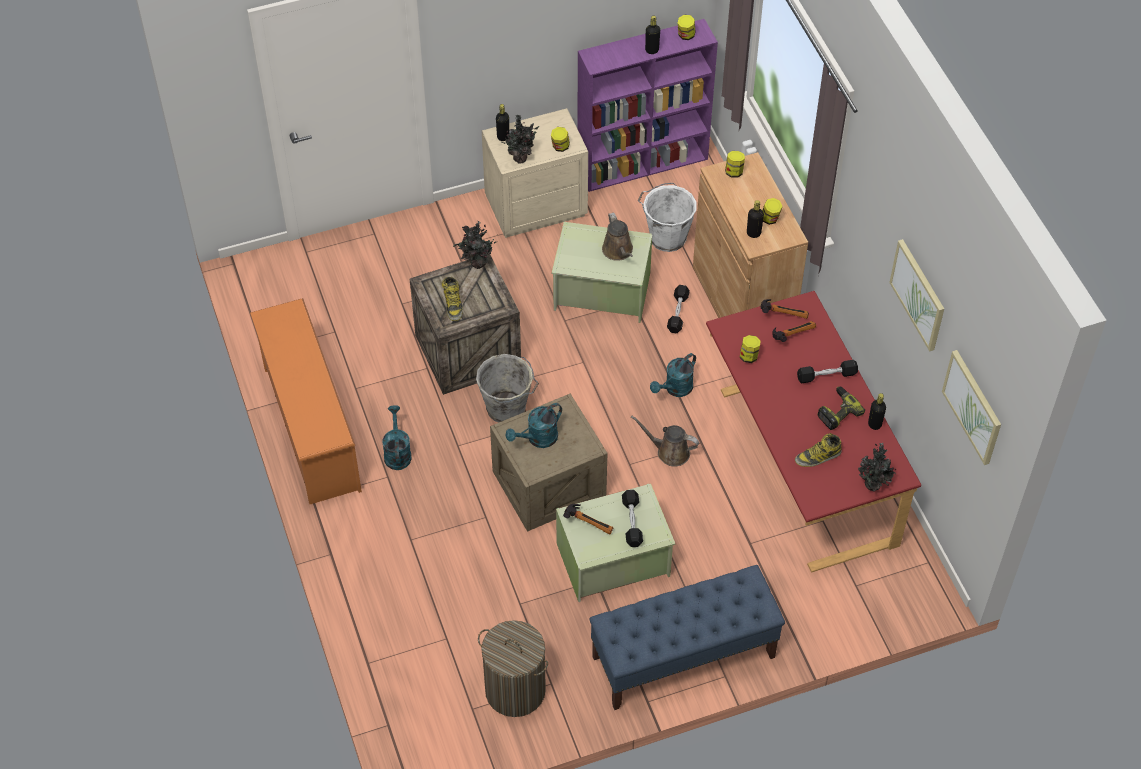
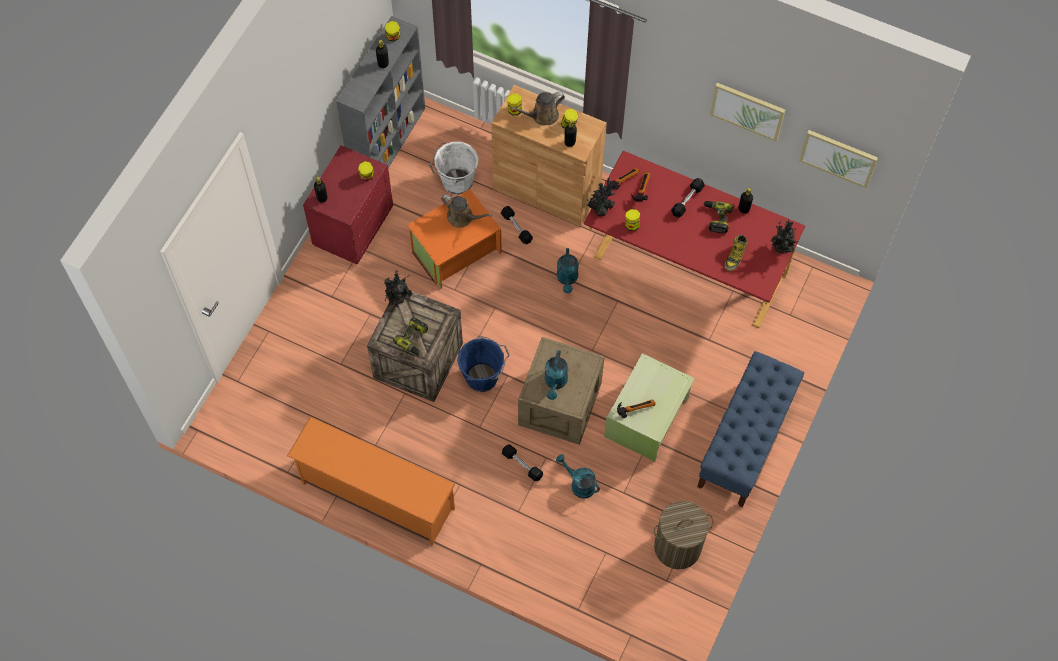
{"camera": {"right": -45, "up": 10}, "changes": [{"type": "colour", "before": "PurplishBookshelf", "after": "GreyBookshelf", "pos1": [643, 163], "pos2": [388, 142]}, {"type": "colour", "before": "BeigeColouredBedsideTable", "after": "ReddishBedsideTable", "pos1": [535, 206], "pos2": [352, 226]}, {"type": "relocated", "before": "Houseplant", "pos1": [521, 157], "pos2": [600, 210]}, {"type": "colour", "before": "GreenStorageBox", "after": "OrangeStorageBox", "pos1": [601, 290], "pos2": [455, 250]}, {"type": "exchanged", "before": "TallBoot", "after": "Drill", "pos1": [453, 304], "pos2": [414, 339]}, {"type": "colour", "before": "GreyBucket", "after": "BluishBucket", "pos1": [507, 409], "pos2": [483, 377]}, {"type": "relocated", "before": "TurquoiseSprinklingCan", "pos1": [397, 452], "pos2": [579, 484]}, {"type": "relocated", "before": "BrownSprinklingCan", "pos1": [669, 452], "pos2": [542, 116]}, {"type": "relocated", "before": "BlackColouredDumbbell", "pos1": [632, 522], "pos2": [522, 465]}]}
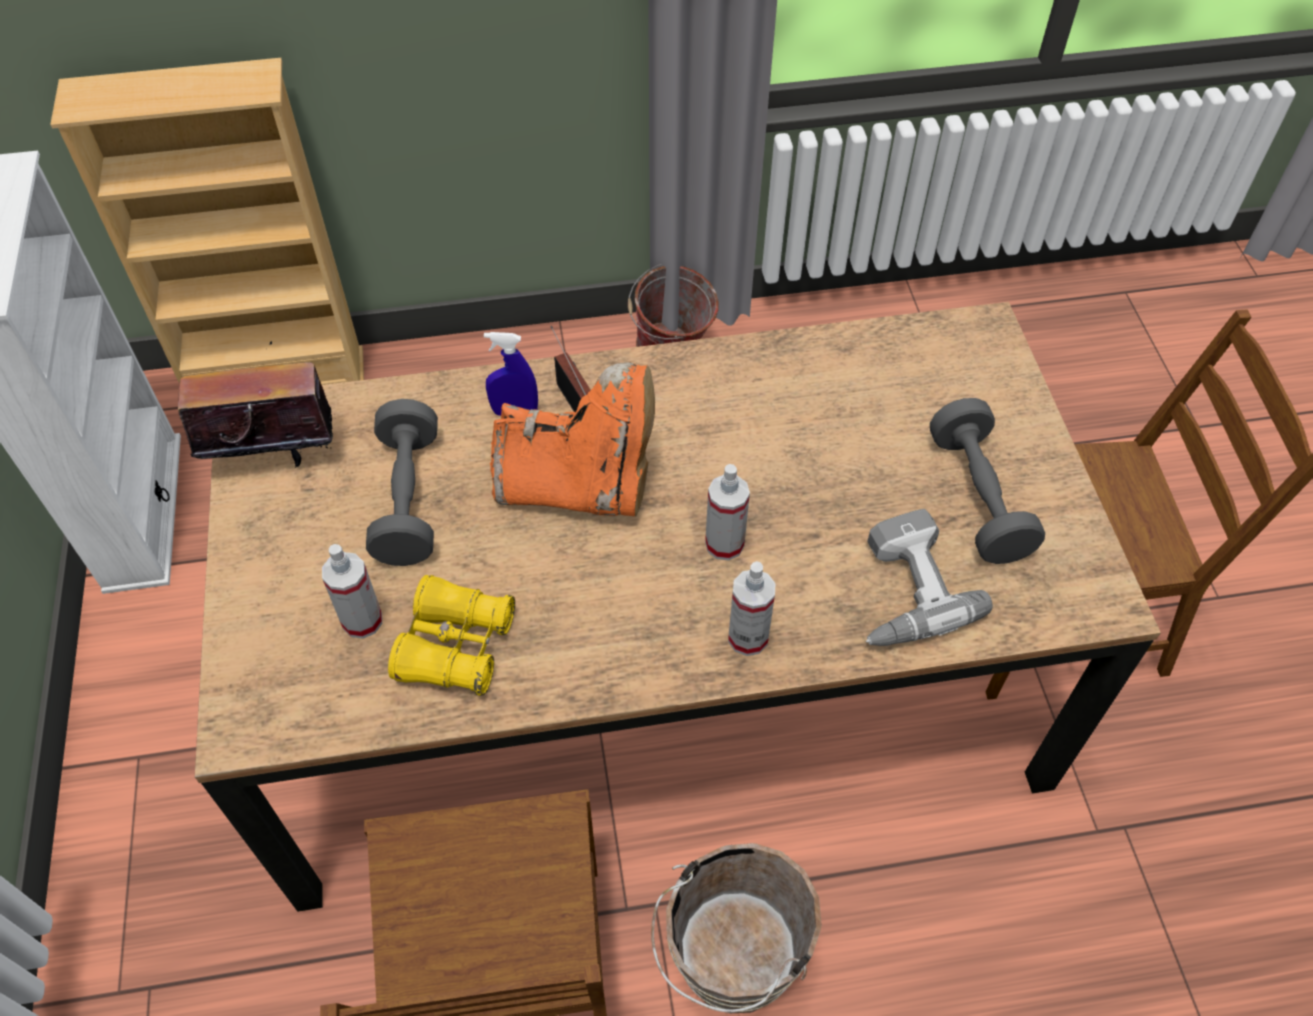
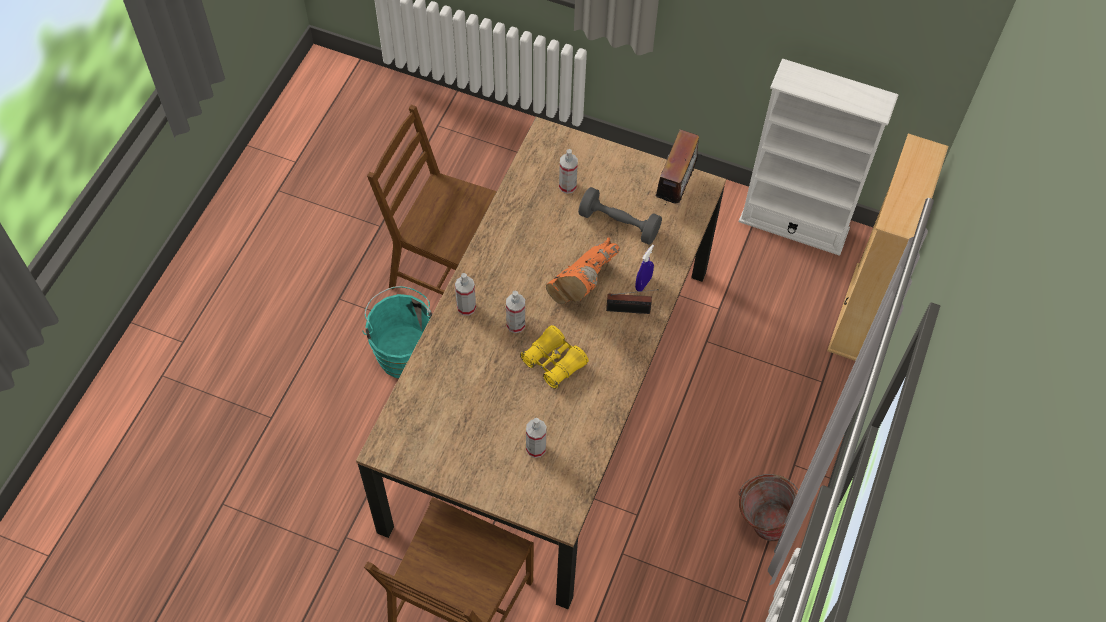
{"camera": {"right": 120, "up": 5}, "changes": [{"type": "missing", "before": "GreyDumbbell", "pos1": [978, 498]}, {"type": "missing", "before": "Drill", "pos1": [902, 590]}, {"type": "relocated", "before": "YellowColouredPairOfBinoculars", "pos1": [455, 647], "pos2": [554, 362]}, {"type": "colour", "before": "BrownBucket", "after": "TurquoiseBucket", "pos1": [728, 963], "pos2": [404, 351]}, {"type": "appeared", "after": "SprayBottle", "pos2": [536, 448]}]}
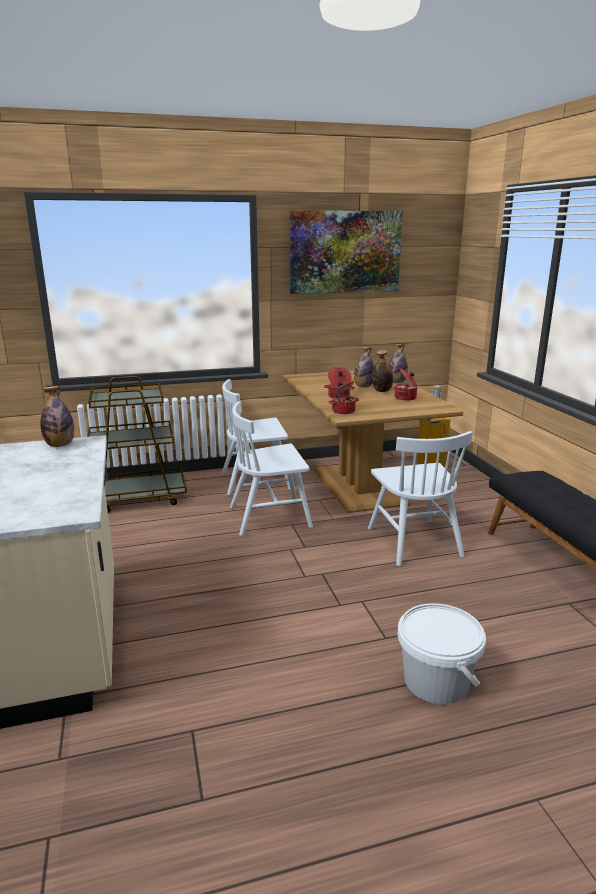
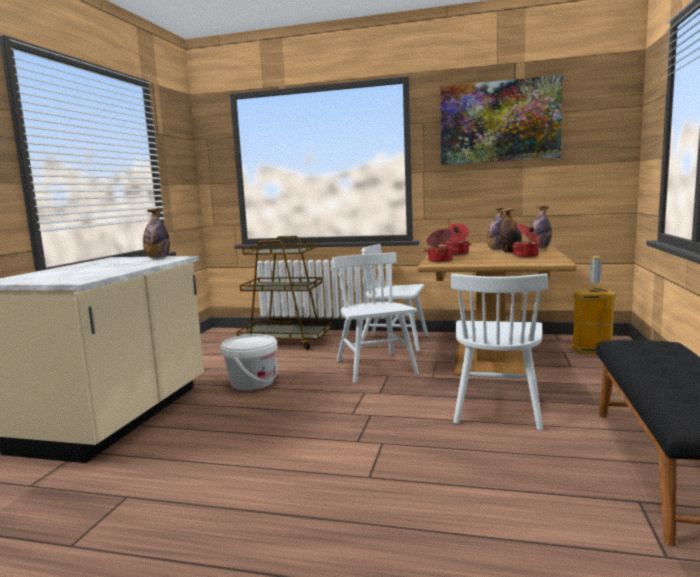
{"camera": {"right": 30, "up": -10}, "changes": [{"type": "spun", "before": "WhiteUprightChair", "pos1": [270, 516], "pos2": [375, 367], "turn": 60}, {"type": "relocated", "before": "WhiteBucket", "pos1": [436, 681], "pos2": [252, 383]}]}
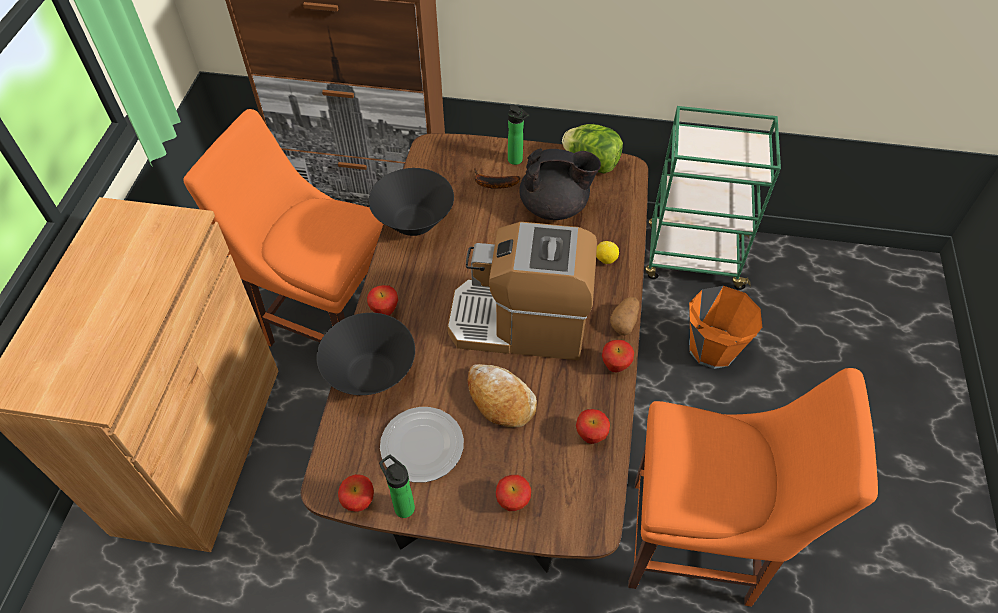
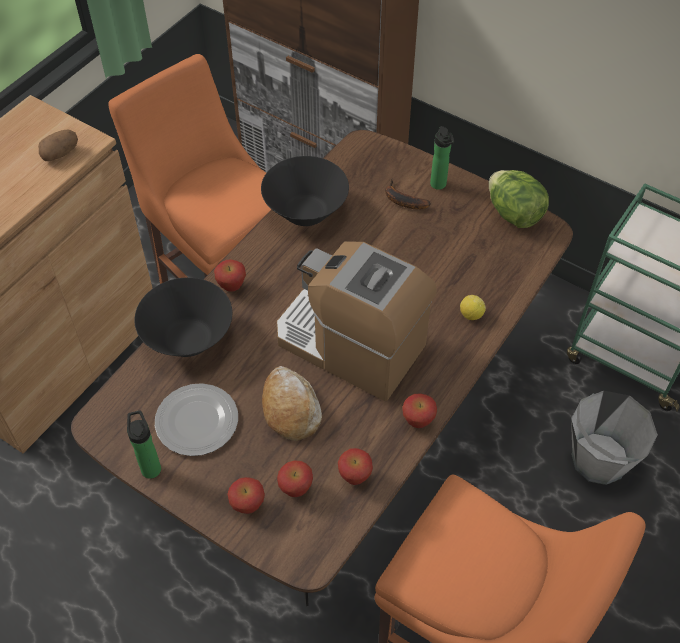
{"camera": {"right": 25, "up": 0}, "changes": [{"type": "missing", "before": "BlackColouredPotForTea", "pos1": [555, 206]}, {"type": "colour", "before": "OrangeBucket", "after": "GreyBucket", "pos1": [712, 348], "pos2": [598, 459]}, {"type": "relocated", "before": "Spud", "pos1": [624, 322], "pos2": [60, 153]}, {"type": "relocated", "before": "WholeApple", "pos1": [359, 503], "pos2": [296, 489]}]}
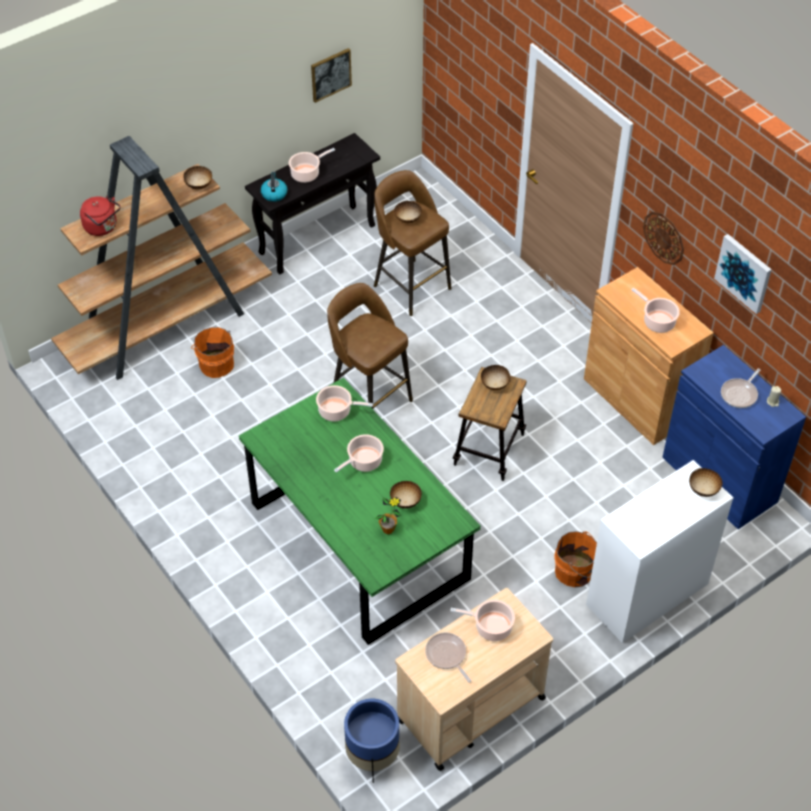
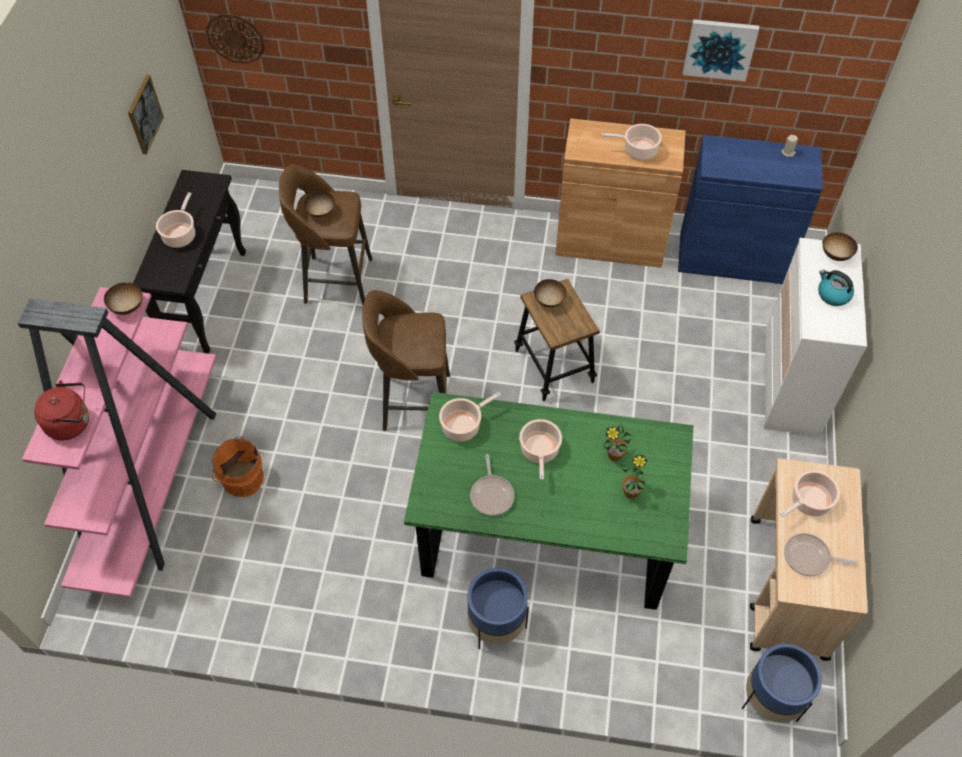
{"camera": {"right": -45, "up": 5}, "changes": [{"type": "colour", "before": "BrownBookshelf", "after": "PinkColouredBookshelf", "pos1": [167, 325], "pos2": [153, 480]}, {"type": "relocated", "before": "TeaKettle", "pos1": [274, 194], "pos2": [832, 295]}, {"type": "relocated", "before": "ClockOnTheWall", "pos1": [664, 237], "pos2": [235, 38]}, {"type": "relocated", "before": "Skillet", "pos1": [740, 394], "pos2": [492, 494]}, {"type": "exchanged", "before": "Bowl", "after": "Houseplant", "pos1": [406, 501], "pos2": [614, 455]}, {"type": "missing", "before": "OrangeBucket", "pos1": [575, 572]}, {"type": "appeared", "after": "BluishFlowerPot", "pos2": [496, 625]}]}
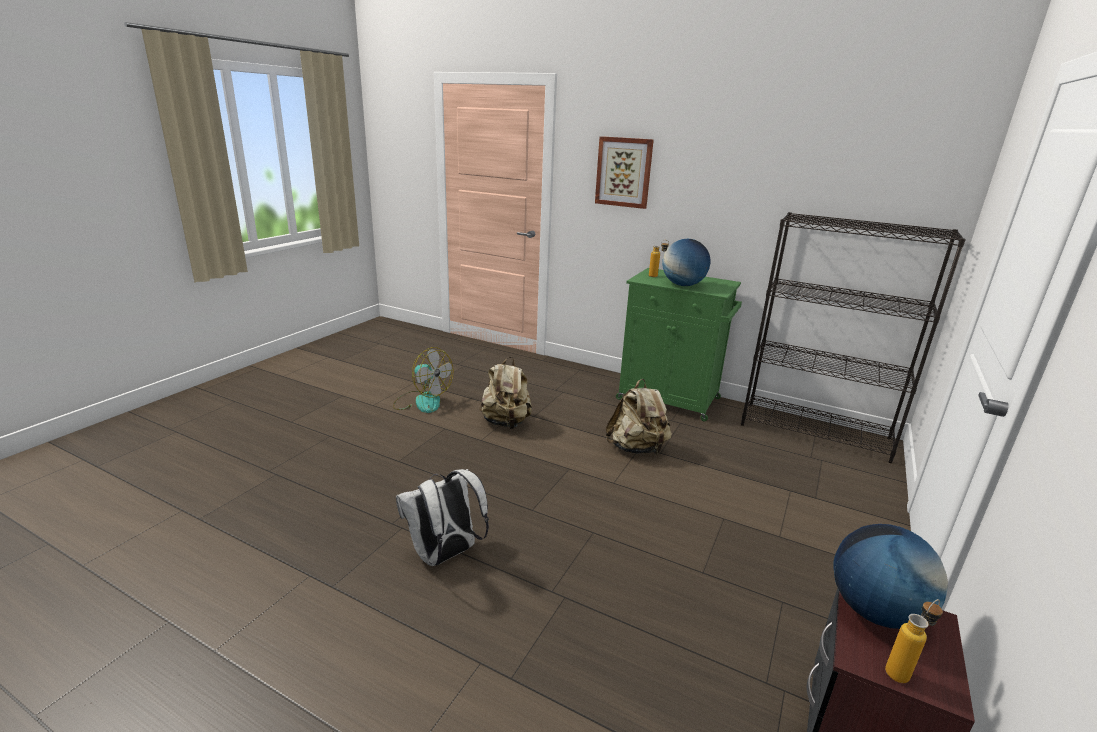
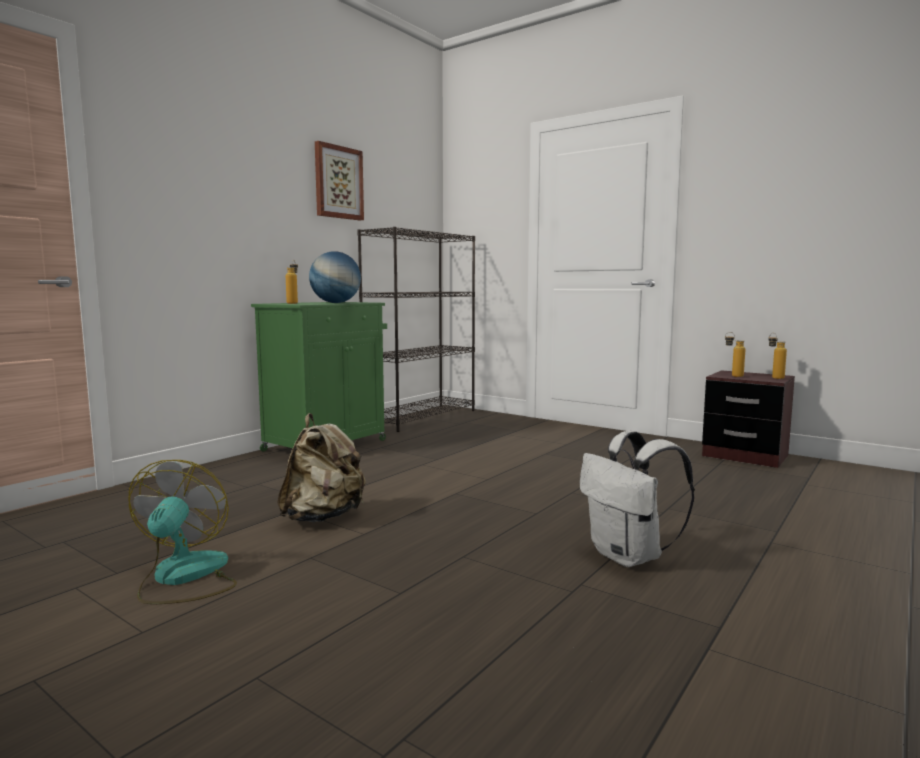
{"camera": {"right": -80, "up": -15}, "changes": [{"type": "relocated", "before": "WallArt", "pos1": [624, 172], "pos2": [338, 182]}, {"type": "spun", "before": "Fan", "pos1": [422, 401], "pos2": [183, 578], "turn": -45}, {"type": "missing", "before": "BeigeColouredBackpack", "pos1": [637, 449]}, {"type": "exchanged", "before": "Globe", "after": "BeverageBottle", "pos1": [875, 611], "pos2": [732, 376]}]}
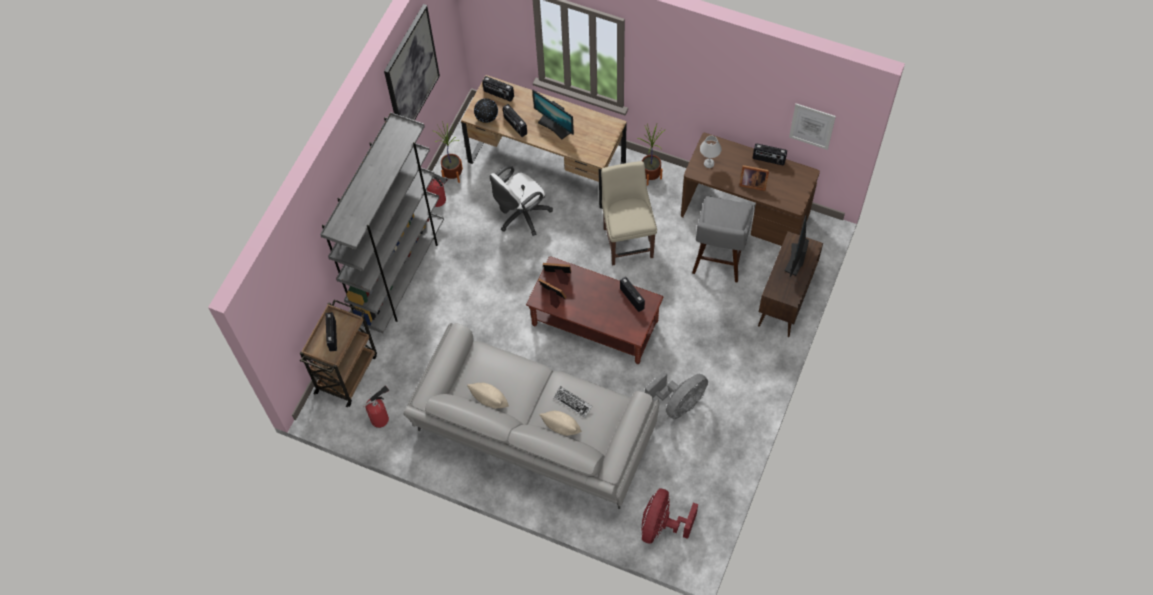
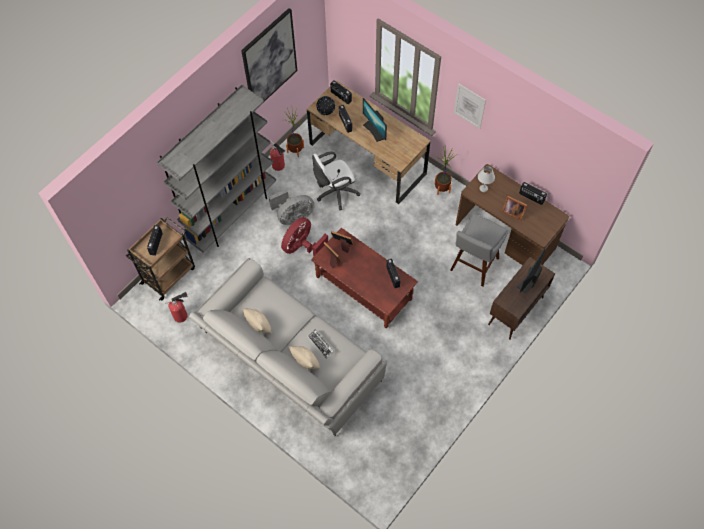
{"camera": {"right": 15, "up": 0}, "changes": [{"type": "relocated", "before": "WallArt", "pos1": [812, 126], "pos2": [469, 106]}, {"type": "missing", "before": "BeigeColouredUprightChair", "pos1": [627, 240]}, {"type": "relocated", "before": "GreyFan", "pos1": [679, 403], "pos2": [293, 217]}, {"type": "relocated", "before": "ReddishFan", "pos1": [662, 525], "pos2": [302, 246]}]}
